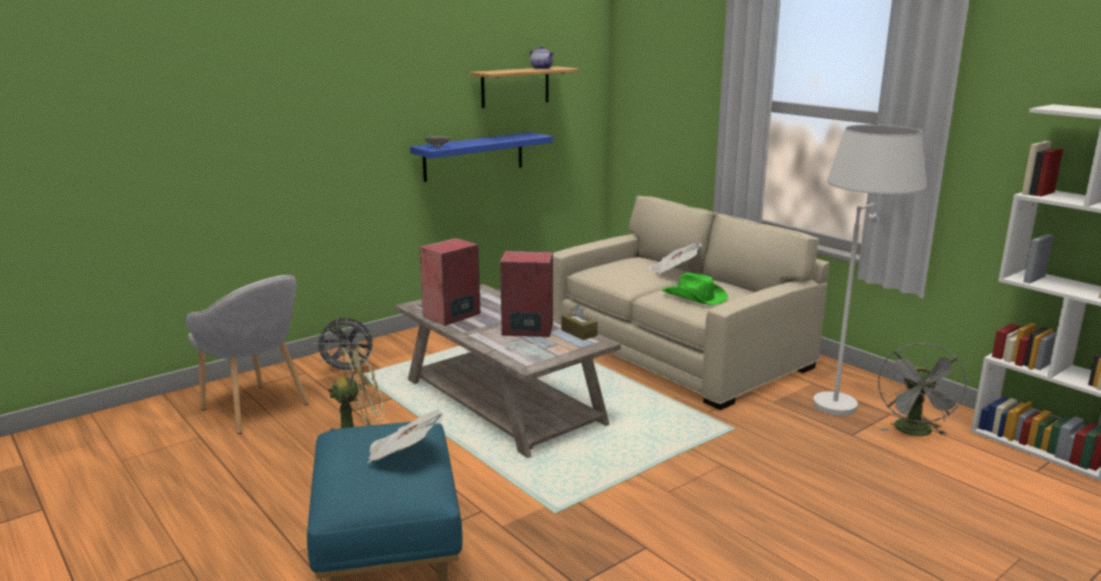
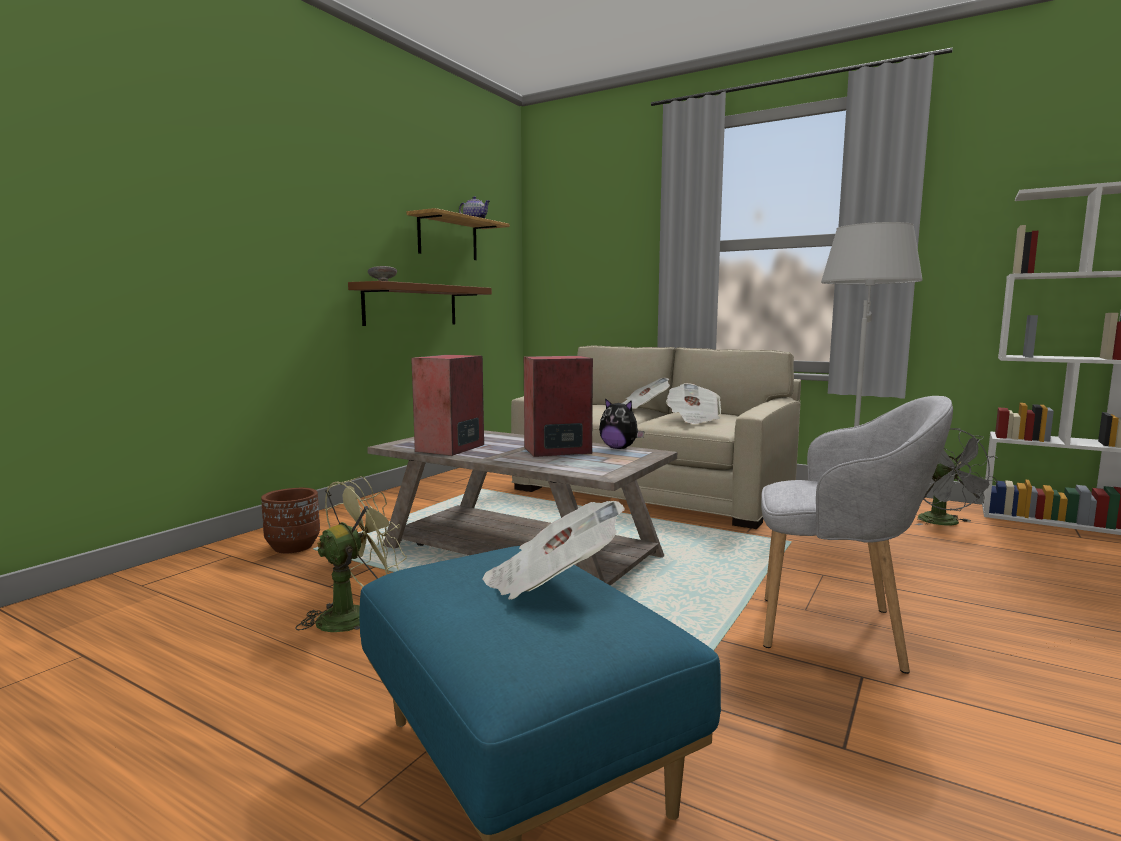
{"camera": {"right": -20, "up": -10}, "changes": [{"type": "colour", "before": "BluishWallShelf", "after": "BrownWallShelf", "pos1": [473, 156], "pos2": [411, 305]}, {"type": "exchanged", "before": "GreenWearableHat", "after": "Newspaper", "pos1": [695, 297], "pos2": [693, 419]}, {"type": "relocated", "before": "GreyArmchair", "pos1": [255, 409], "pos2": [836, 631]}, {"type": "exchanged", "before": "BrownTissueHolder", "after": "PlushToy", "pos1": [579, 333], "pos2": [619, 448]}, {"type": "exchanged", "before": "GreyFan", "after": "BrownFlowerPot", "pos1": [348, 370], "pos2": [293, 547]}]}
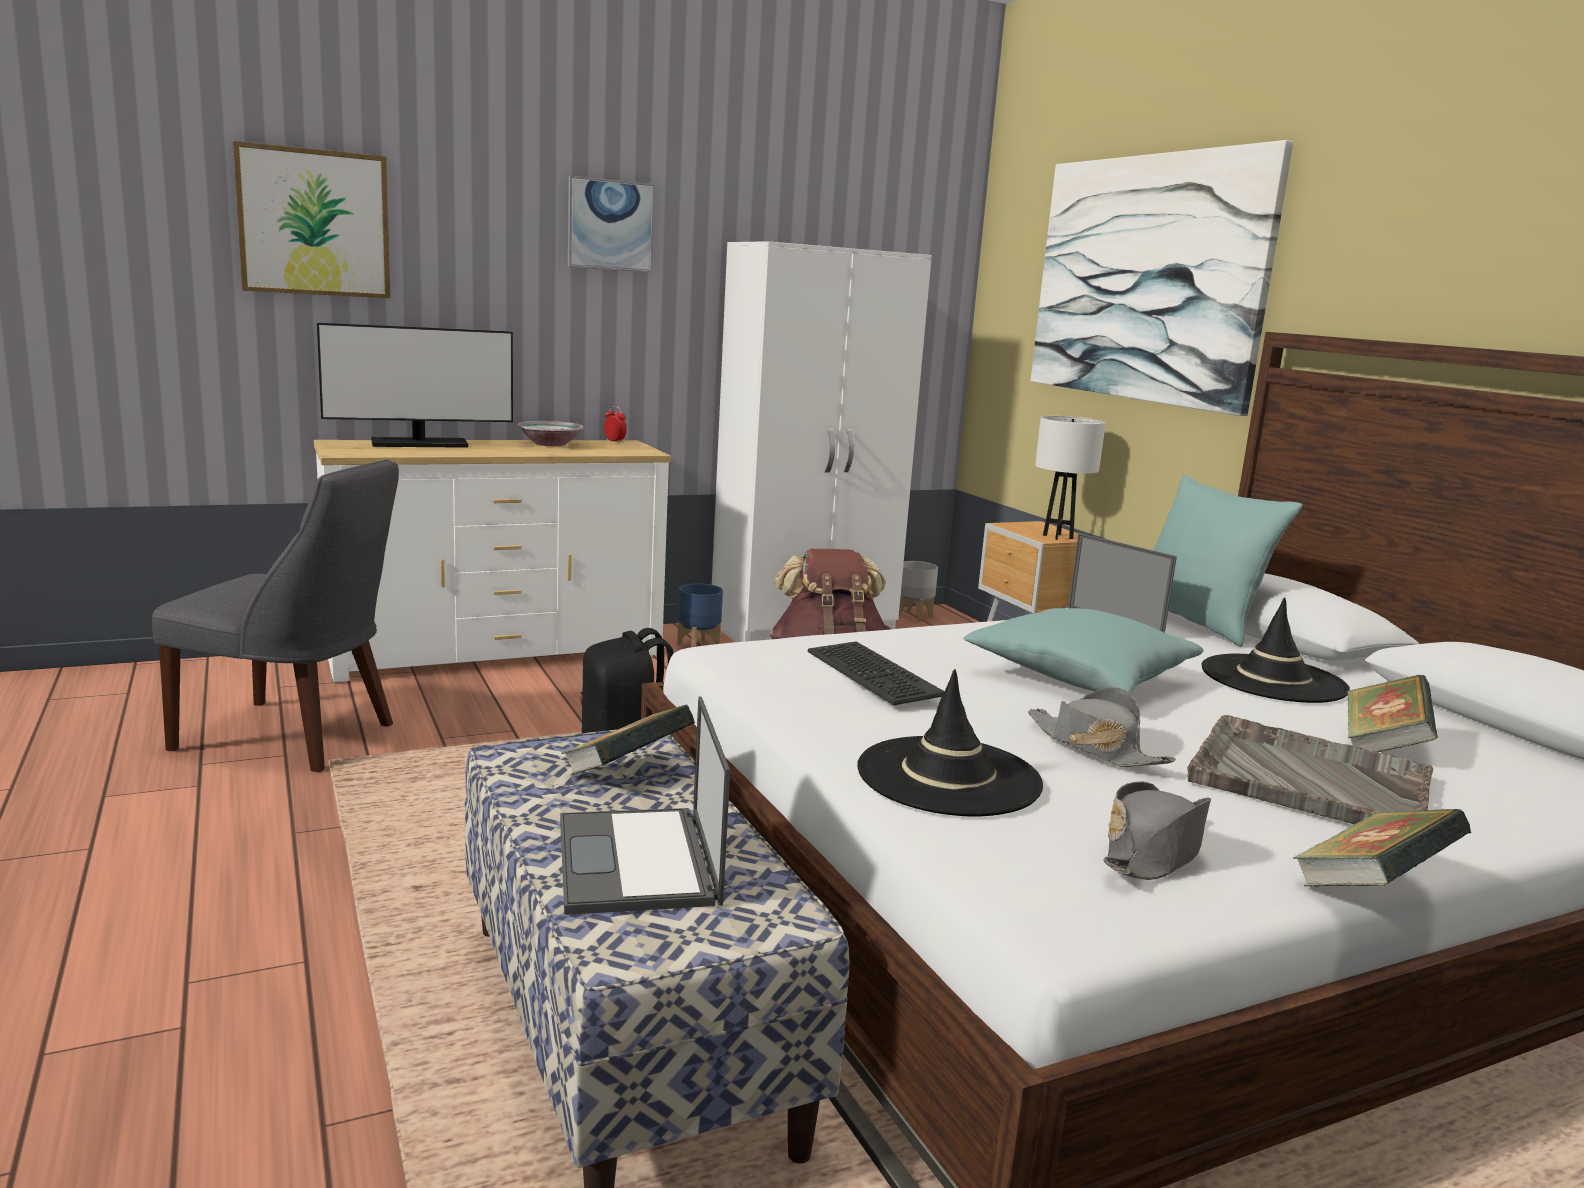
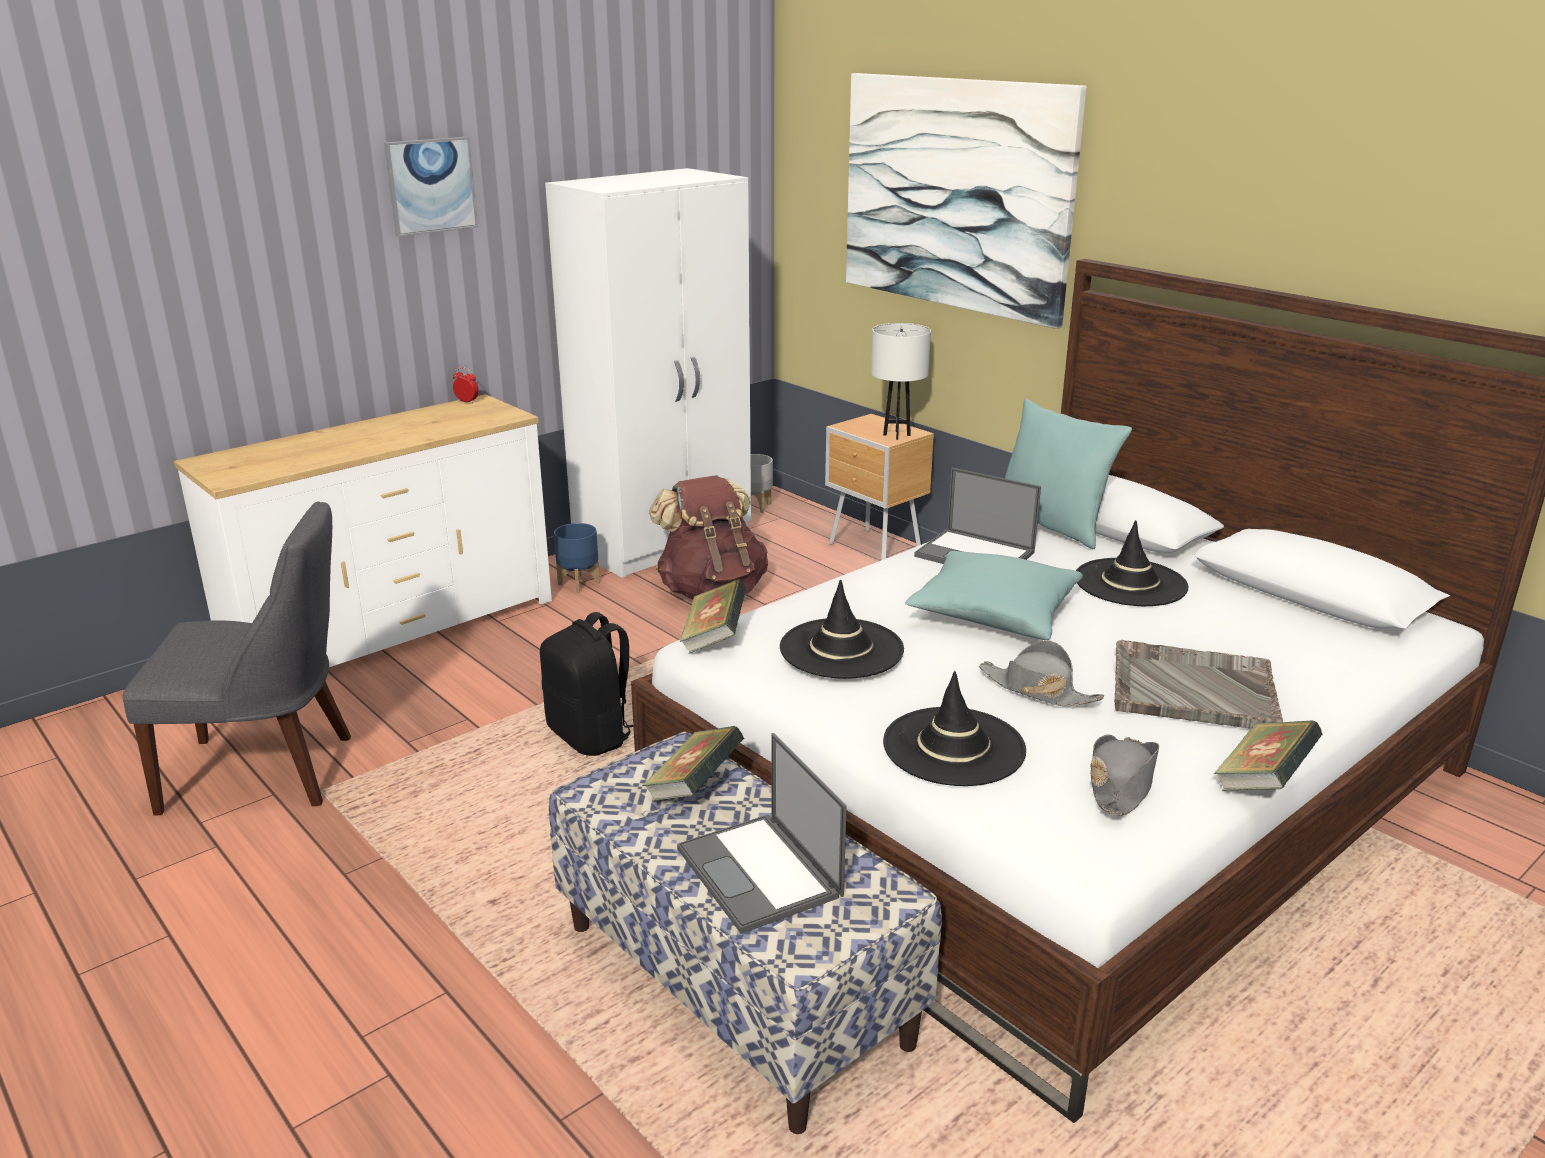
{"camera": {"right": -15, "up": 10}, "changes": [{"type": "missing", "before": "WallArt", "pos1": [314, 223]}, {"type": "missing", "before": "Monitor", "pos1": [419, 444]}, {"type": "missing", "before": "Bowl", "pos1": [550, 444]}, {"type": "exchanged", "before": "PcKeyboard", "after": "BlackColouredWearableHat", "pos1": [871, 674], "pos2": [841, 649]}, {"type": "relocated", "before": "Volume", "pos1": [1382, 746], "pos2": [714, 638]}]}
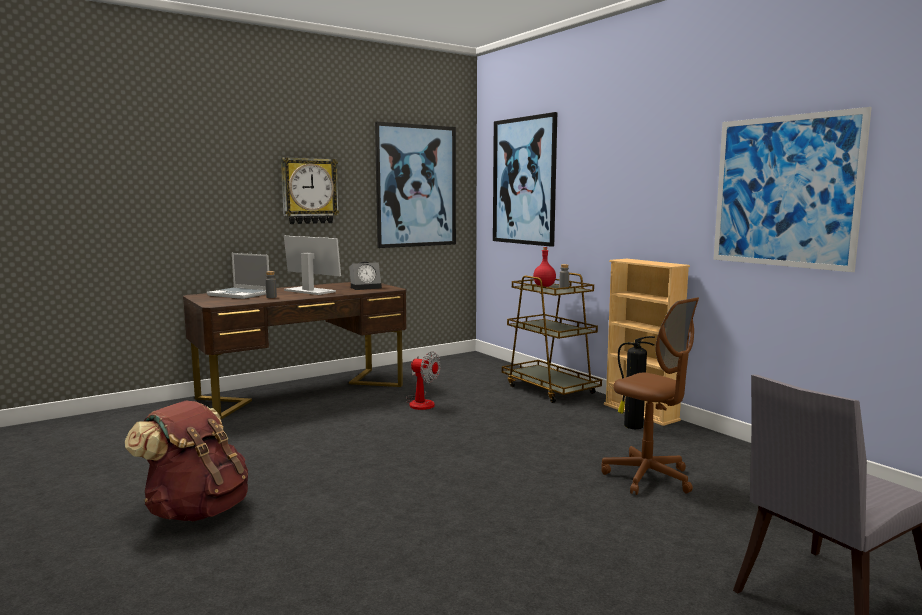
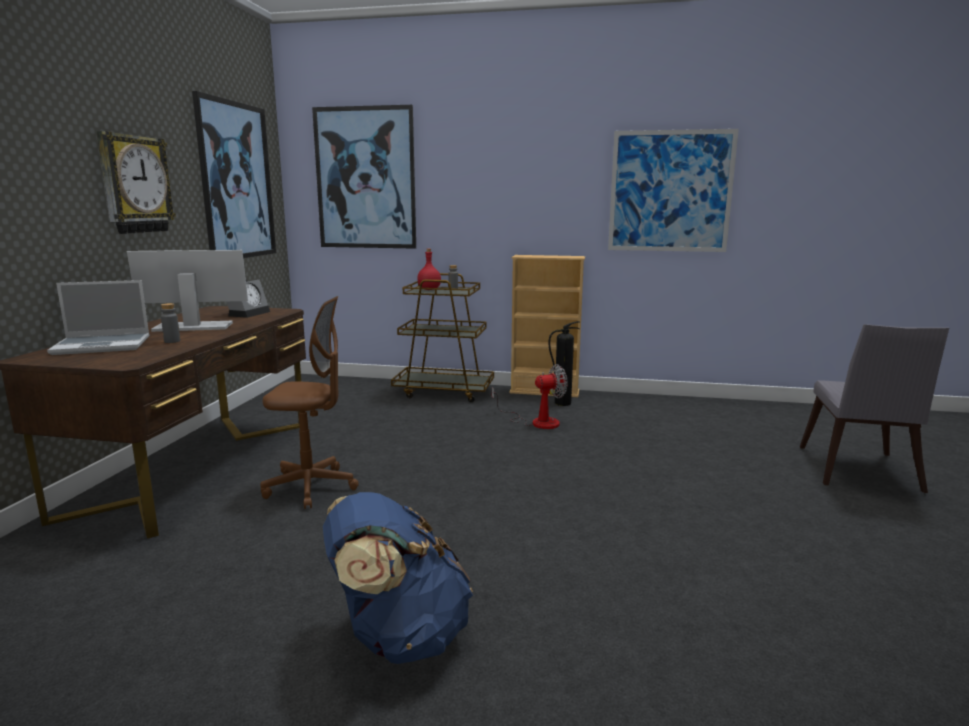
{"camera": {"right": -45, "up": 5}, "changes": [{"type": "relocated", "before": "BrownComputerChair", "pos1": [648, 477], "pos2": [311, 487]}, {"type": "relocated", "before": "Fan", "pos1": [421, 402], "pos2": [536, 422]}, {"type": "colour", "before": "BrownBackpack", "after": "BluishBackpack", "pos1": [197, 510], "pos2": [398, 636]}]}
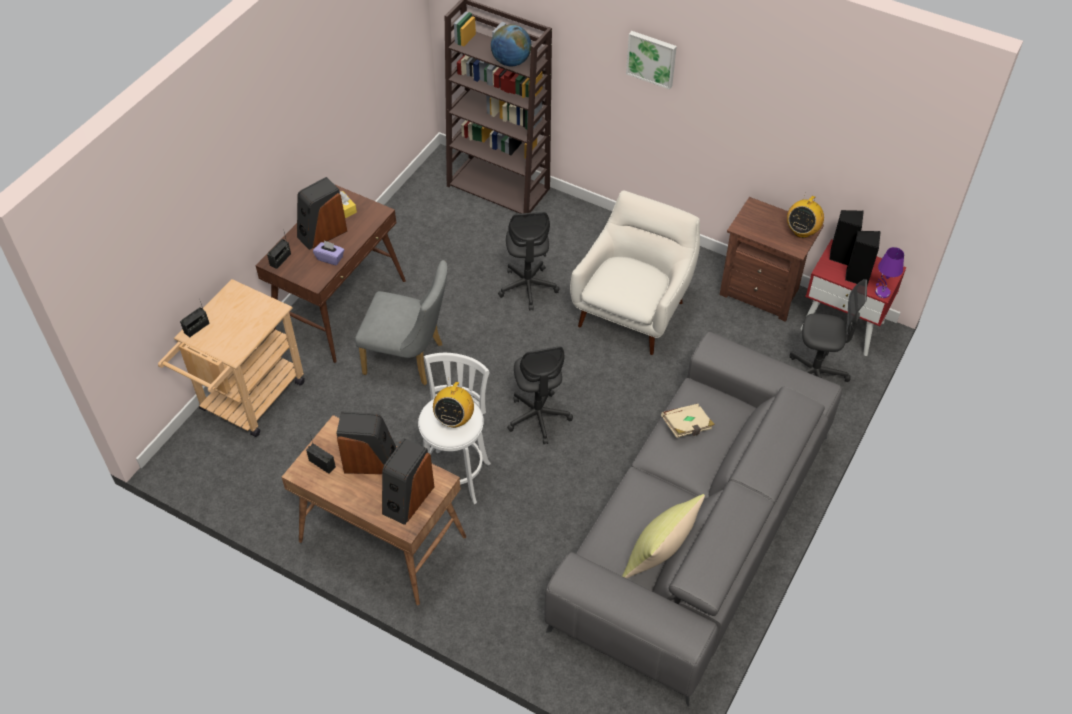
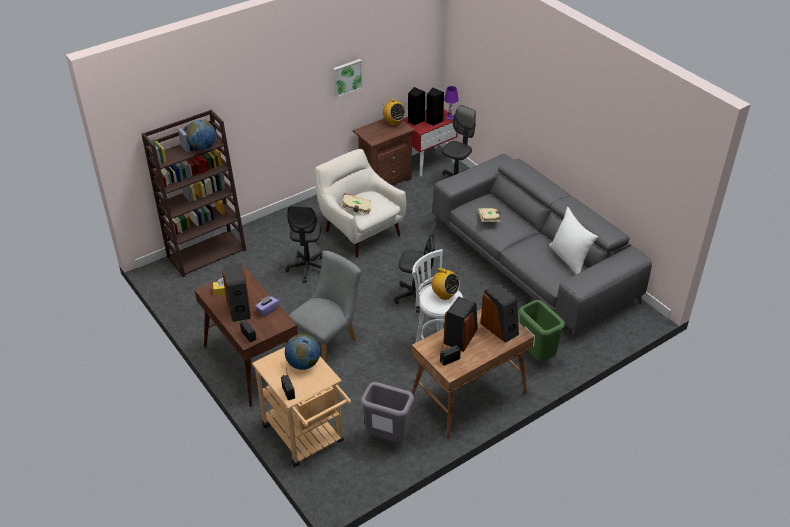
{"camera": {"right": -65, "up": -10}, "changes": [{"type": "relocated", "before": "WallArt", "pos1": [652, 58], "pos2": [347, 77]}, {"type": "spun", "before": "GreyComputerChair", "pos1": [528, 288], "pos2": [307, 268], "turn": 75}, {"type": "colour", "before": "YellowColouredCushion", "after": "WhiteCushion", "pos1": [659, 556], "pos2": [570, 259]}, {"type": "appeared", "after": "BeigeColouredVolume", "pos2": [356, 209]}, {"type": "appeared", "after": "GreenTrashCan", "pos2": [536, 355]}, {"type": "appeared", "after": "Globe", "pos2": [303, 364]}, {"type": "appeared", "after": "GreyTrashCan", "pos2": [387, 437]}]}
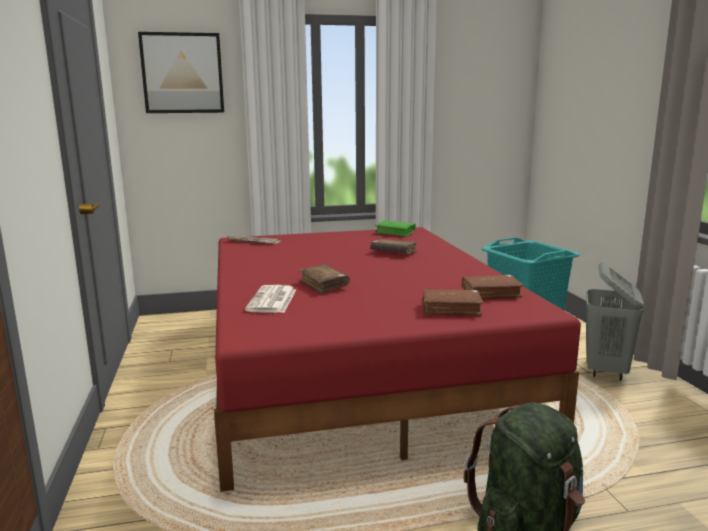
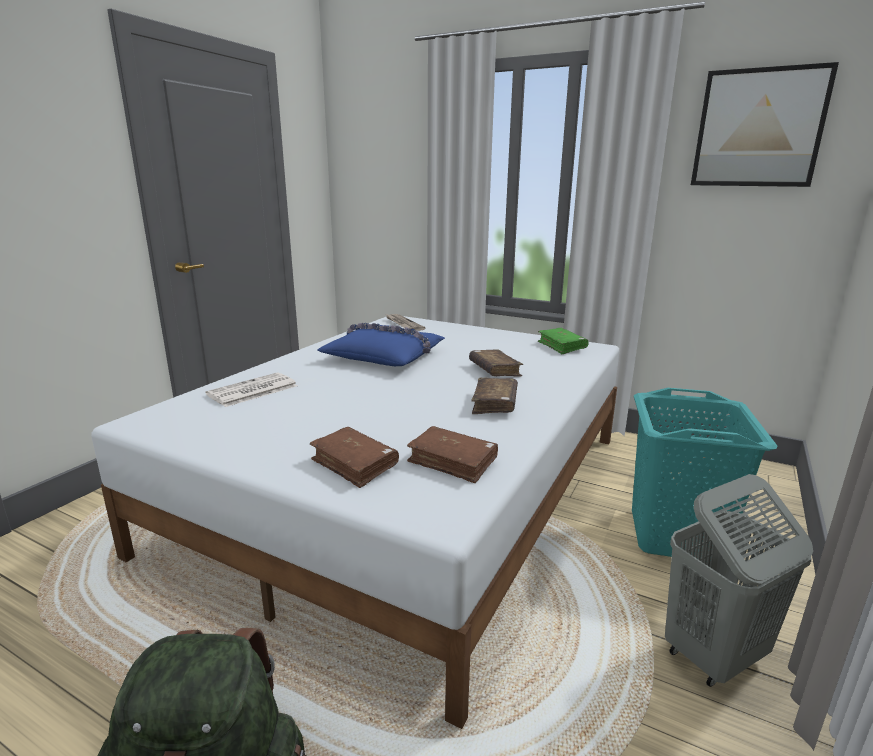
{"camera": {"right": 40, "up": 5}, "changes": [{"type": "relocated", "before": "WallArt", "pos1": [182, 73], "pos2": [758, 128]}, {"type": "colour", "before": "ReddishBedroomBed", "after": "WhiteBedroomBed", "pos1": [355, 365], "pos2": [411, 490]}, {"type": "relocated", "before": "BrownVolume", "pos1": [323, 285], "pos2": [494, 404]}, {"type": "appeared", "after": "BluishCushion", "pos2": [385, 356]}]}
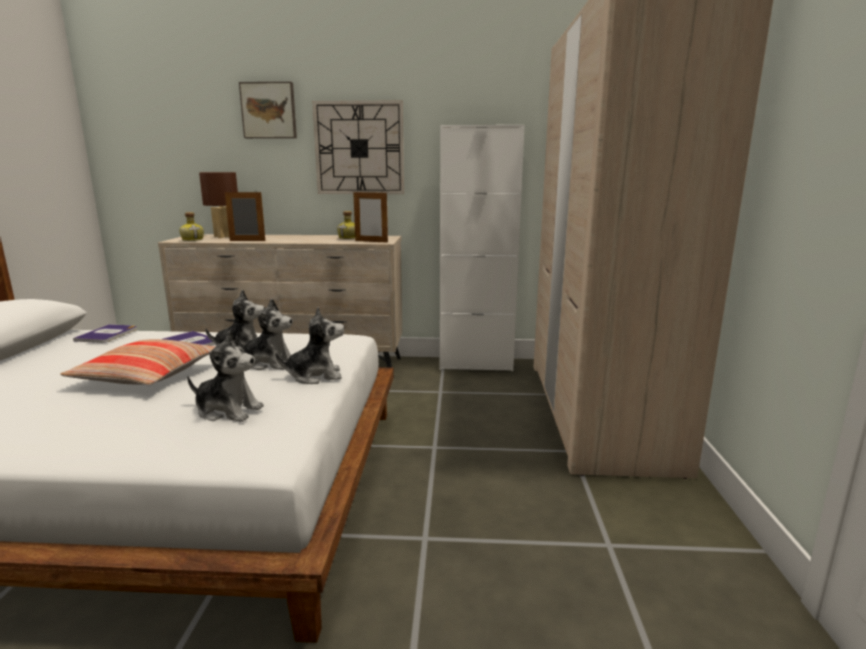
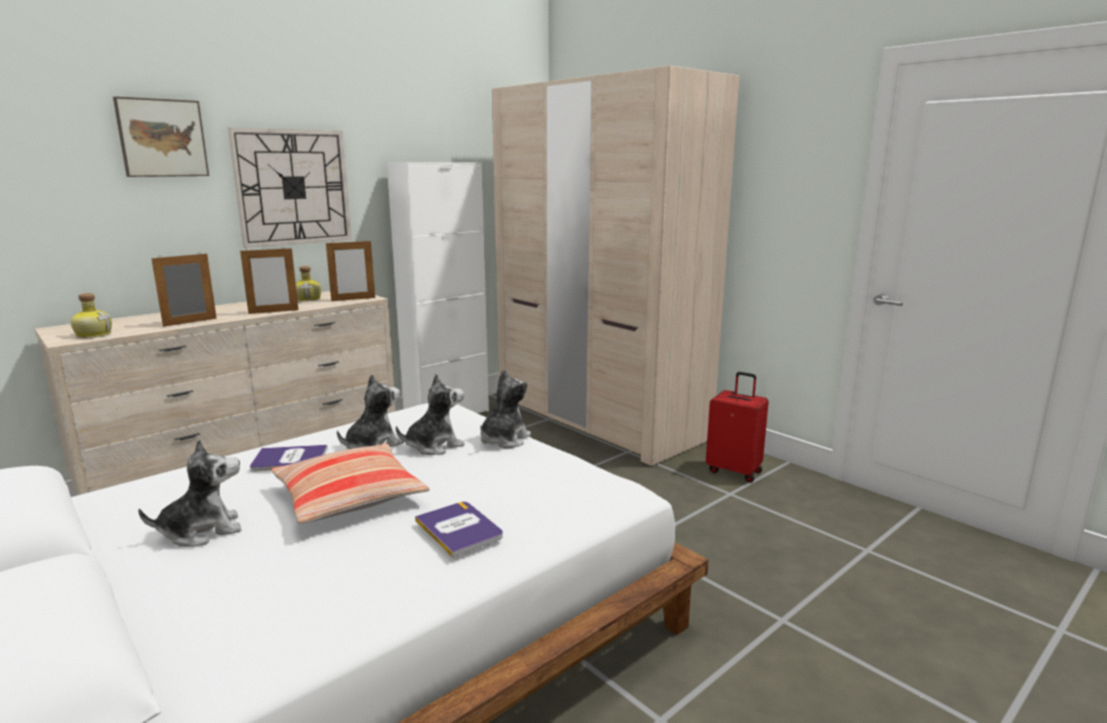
{"camera": {"right": -45, "up": 0}, "changes": [{"type": "missing", "before": "BrownLampForATable", "pos1": [224, 236]}, {"type": "relocated", "before": "Volume", "pos1": [107, 334], "pos2": [459, 529]}, {"type": "relocated", "before": "PlushToy", "pos1": [228, 411], "pos2": [202, 531]}, {"type": "appeared", "after": "StandingFrame", "pos2": [273, 311]}, {"type": "appeared", "after": "ReddishPieceOfLuggage", "pos2": [734, 471]}]}
